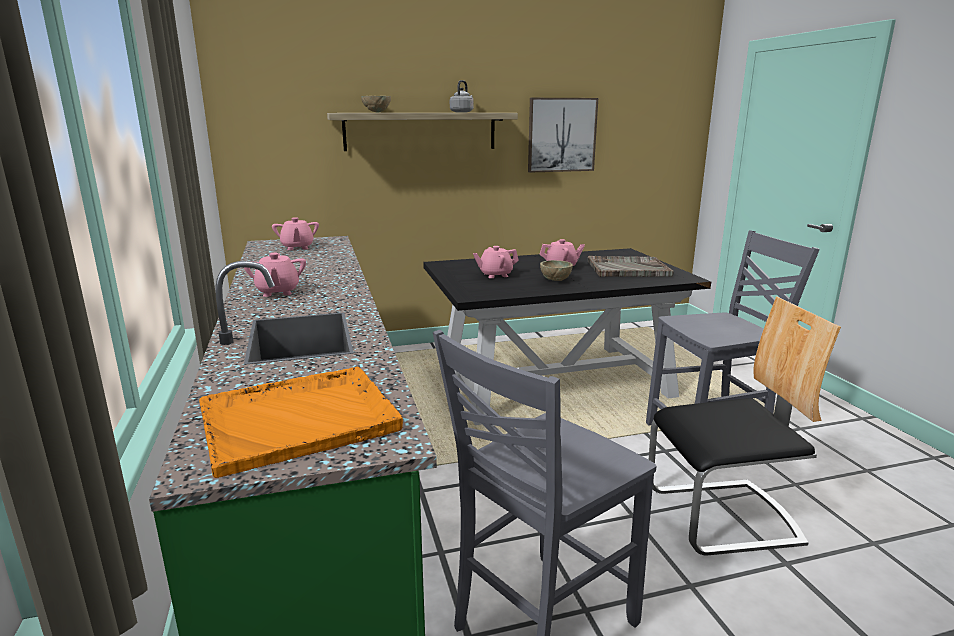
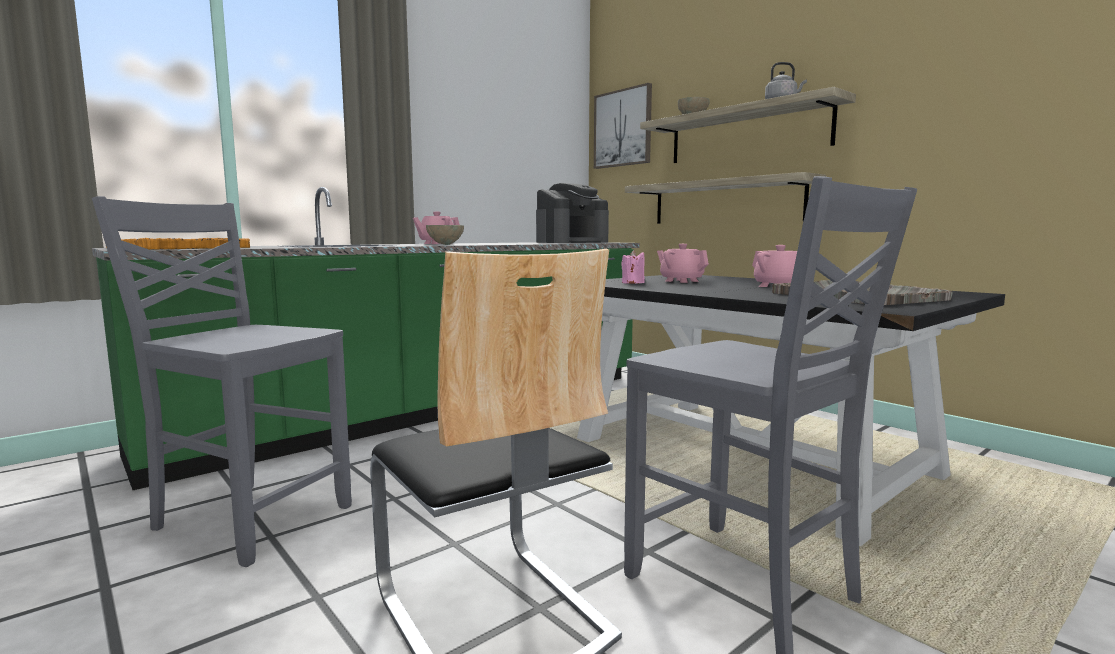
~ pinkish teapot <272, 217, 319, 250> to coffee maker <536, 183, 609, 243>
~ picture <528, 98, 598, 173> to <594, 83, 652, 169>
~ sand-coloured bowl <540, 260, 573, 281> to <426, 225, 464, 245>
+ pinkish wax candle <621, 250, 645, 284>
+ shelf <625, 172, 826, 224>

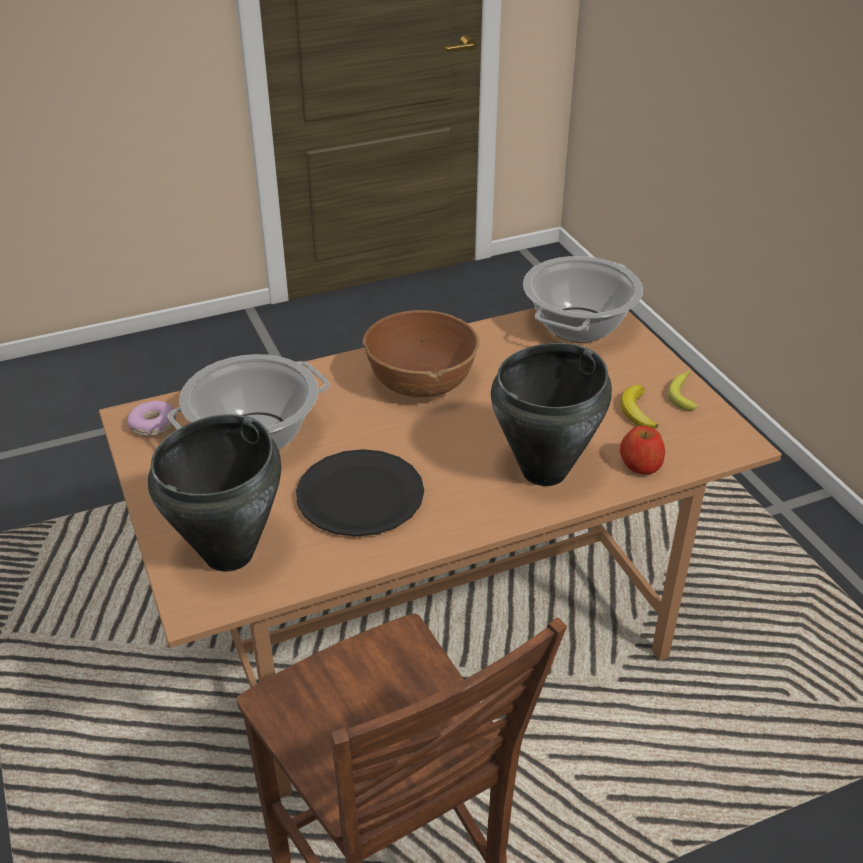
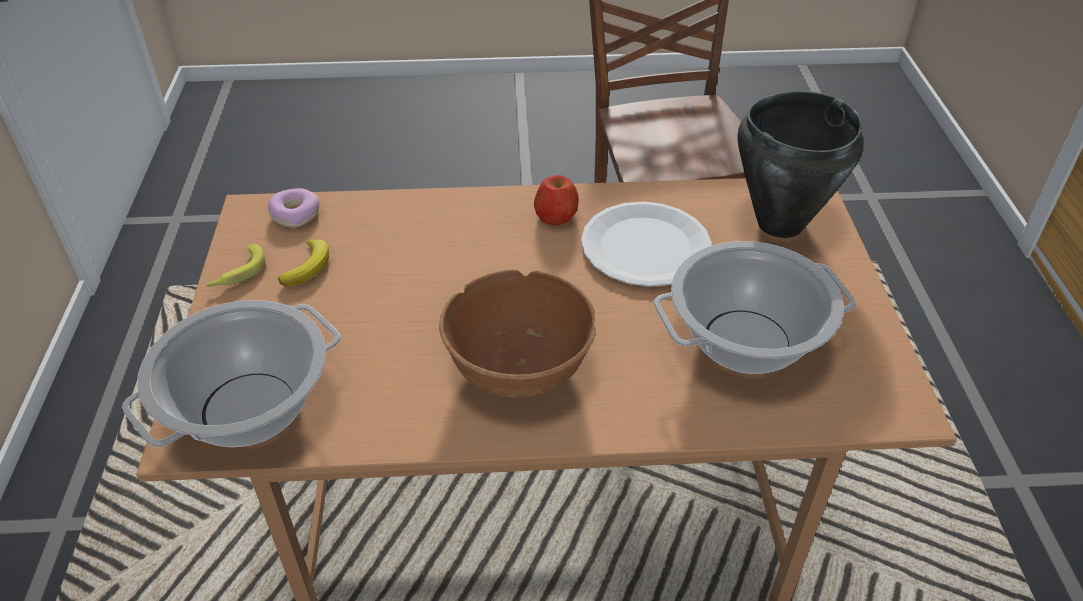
~ donut <127, 401, 176, 437> to <268, 188, 320, 228>
~ black flat dish <296, 449, 424, 536> to whitish flat dish <581, 202, 712, 287>
- black stockpot <491, 343, 612, 486>
~ apple <620, 426, 665, 474> to <534, 175, 579, 225>

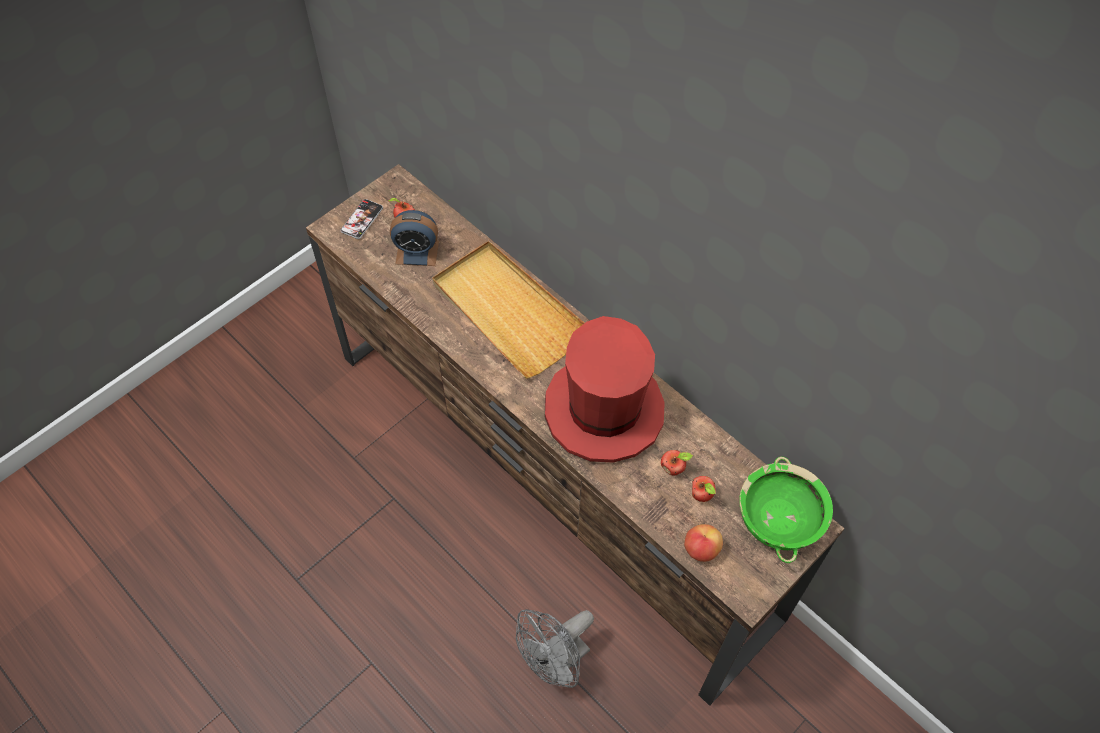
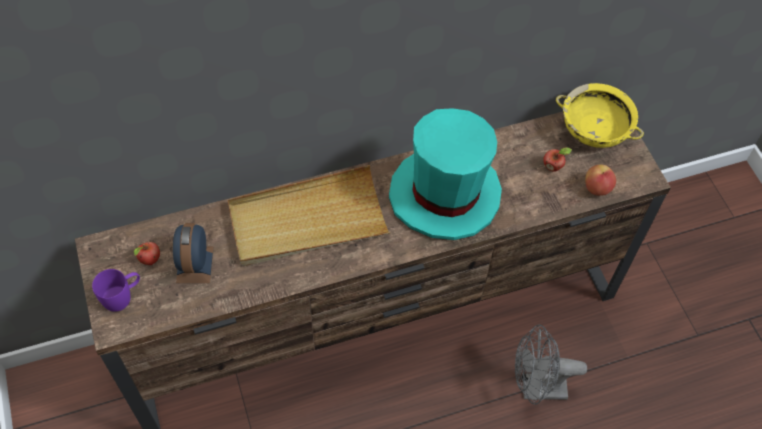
~ telephone <340, 199, 383, 239> to purple-coloured mug <92, 269, 140, 312>
~ table clock <390, 210, 439, 266> = <173, 223, 213, 283> 150 degrees clockwise
~ gray cooling fan <516, 609, 594, 688> = <515, 324, 587, 405> 105 degrees clockwise
~ red-coloured wearable hat <545, 316, 665, 463> to turquoise wearable hat <389, 108, 502, 240>
- apple <661, 450, 693, 476>
~ green bowl <739, 457, 833, 563> to yellow bowl <556, 83, 644, 148>

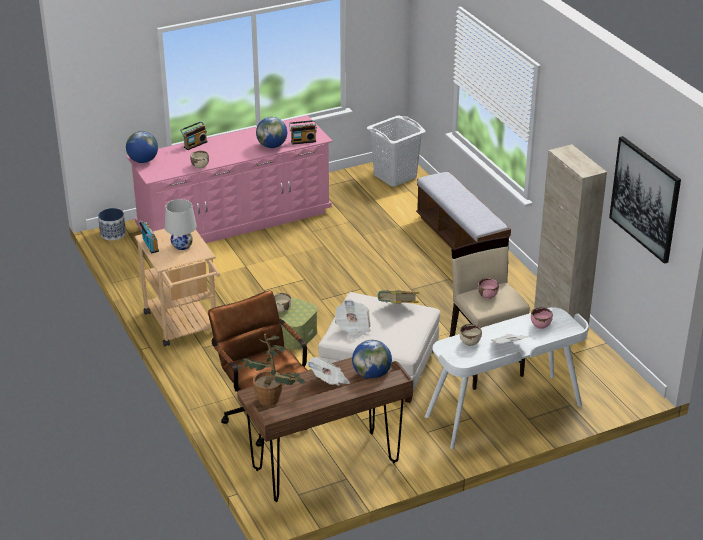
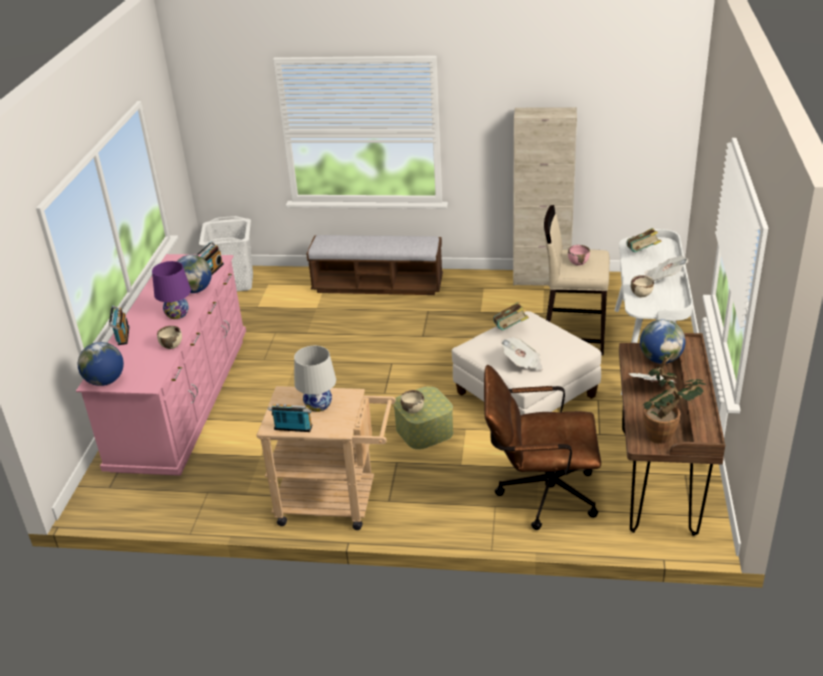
- plant pot <98, 208, 126, 240>
~ pinkish bowl <531, 307, 553, 329> to volume <626, 228, 662, 252>
- picture <609, 136, 681, 264>
+ purple-coloured tabletop lamp <152, 261, 191, 319>

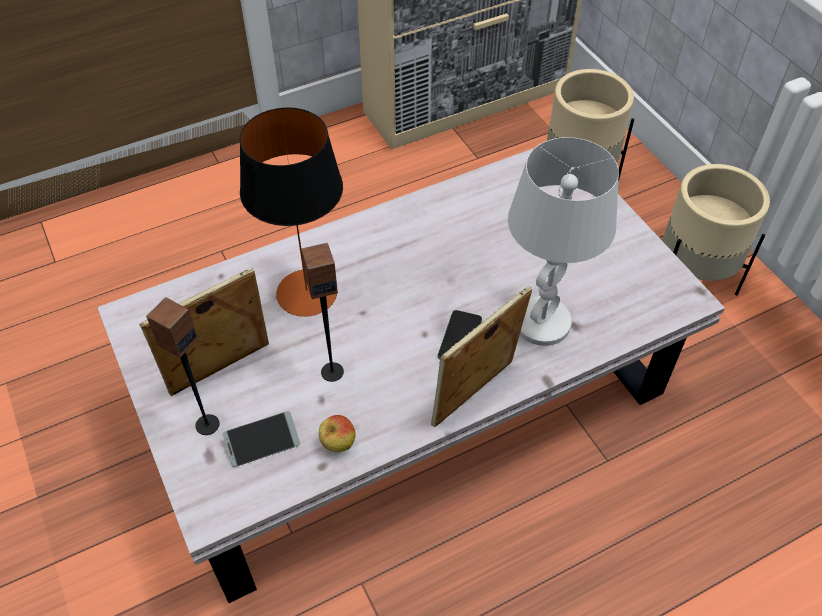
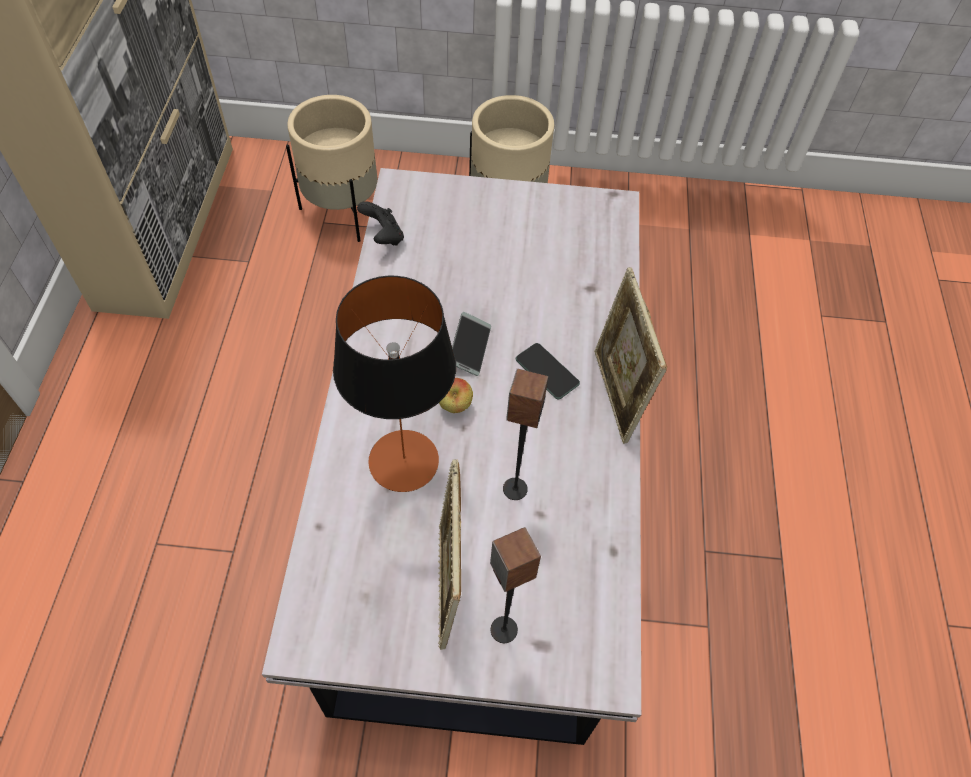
~ telephone <223, 411, 300, 467> to <452, 312, 491, 376>
~ apple <319, 415, 356, 452> to <439, 378, 473, 413>
- whitish tabletop lamp <508, 137, 619, 346>
+ black joypad <357, 201, 404, 246>

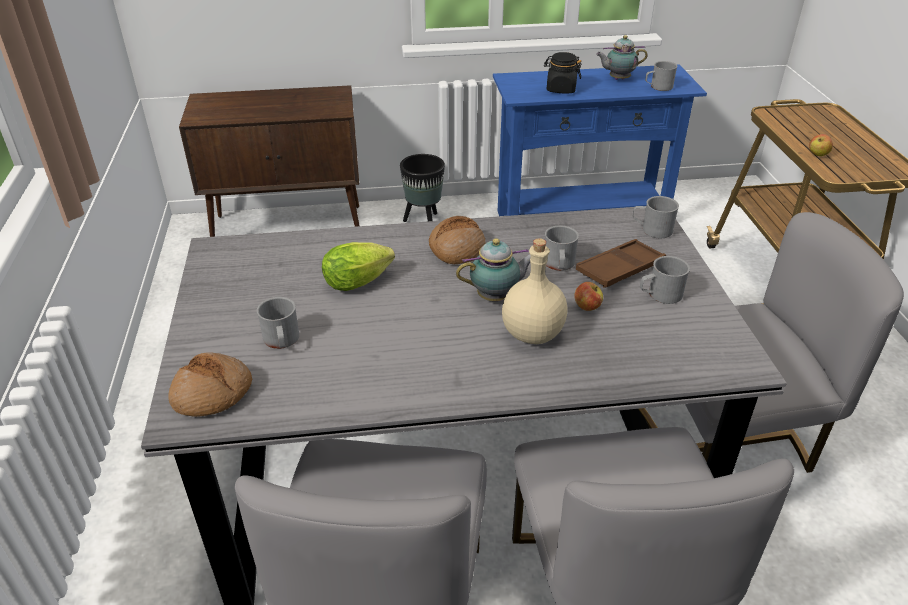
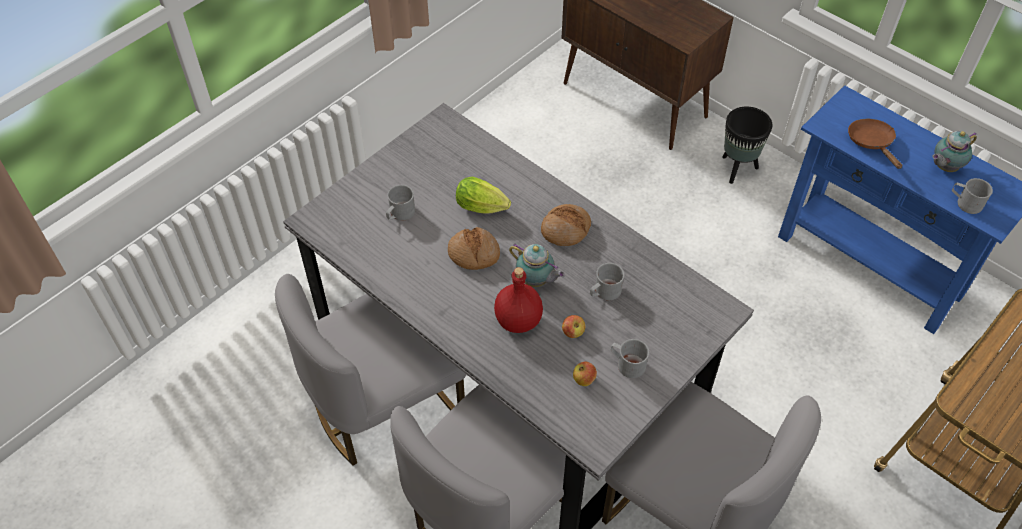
~ bakery bread <168, 352, 252, 417> to <448, 227, 500, 270>
~ sand-coloured bottle <502, 238, 567, 344> to red-coloured bottle <494, 267, 543, 333>
~ black preserve jar <544, 52, 582, 93> to brown-coloured frying pan <848, 119, 902, 169>
- brown-coloured carrying tray <576, 239, 666, 288>
~ teapot <596, 35, 648, 80> = <932, 131, 977, 172> 75 degrees counterclockwise
- gray mug <633, 196, 679, 238>
~ apple <809, 134, 833, 156> to <573, 362, 597, 386>

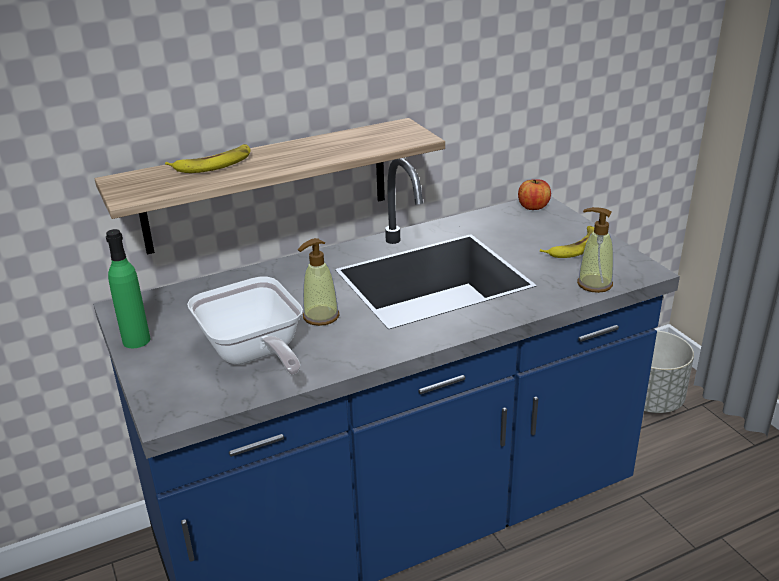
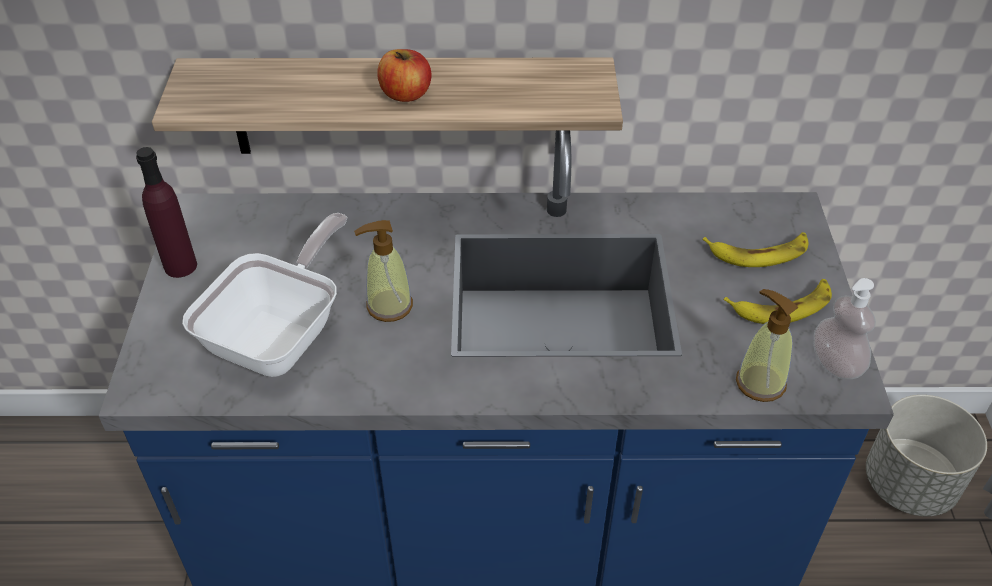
~ green bottle <106, 229, 151, 348> to purple-coloured bottle <136, 147, 197, 278>
~ whole banana <165, 144, 251, 173> to <702, 232, 808, 267>
~ frying pan <187, 277, 303, 375> = <182, 213, 347, 377> 150 degrees counterclockwise
~ apple <518, 179, 551, 210> to <377, 49, 432, 102>
+ liquid soap bottle <814, 278, 876, 379>

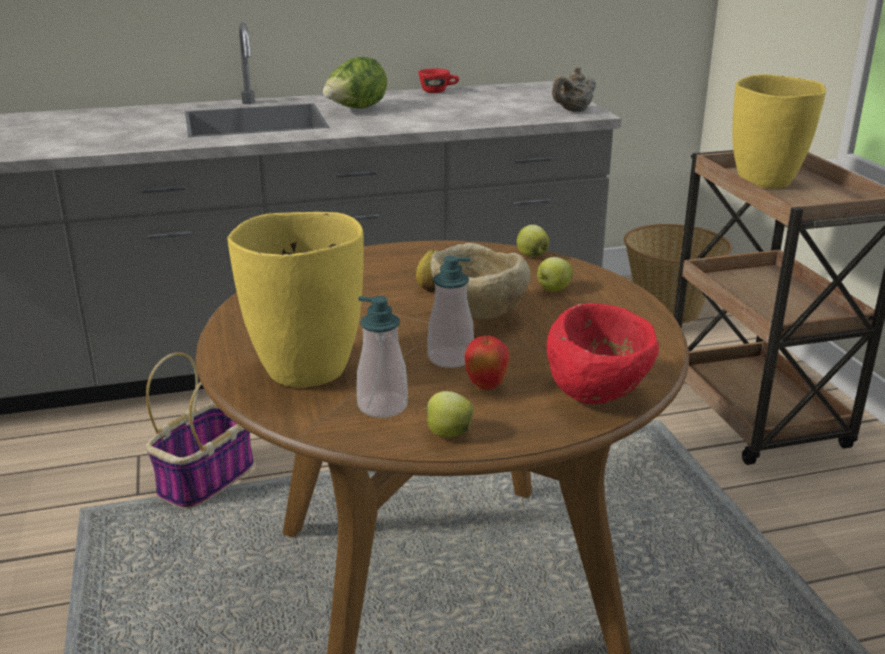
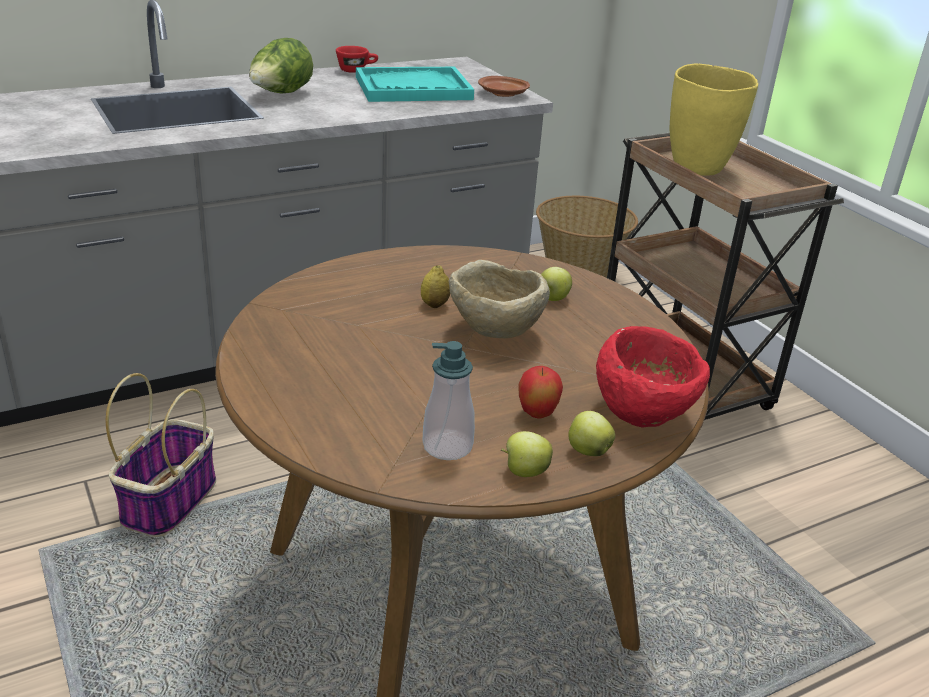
- yellow decorative vase <227, 212, 364, 387>
- liquid soap bottle <427, 256, 474, 368>
~ apple <517, 225, 549, 257> to <568, 411, 615, 456>
~ sand-coloured teapot <552, 67, 596, 112> to brown-coloured flat dish <478, 76, 530, 97>
+ turquoise carrying tray <356, 67, 474, 102>

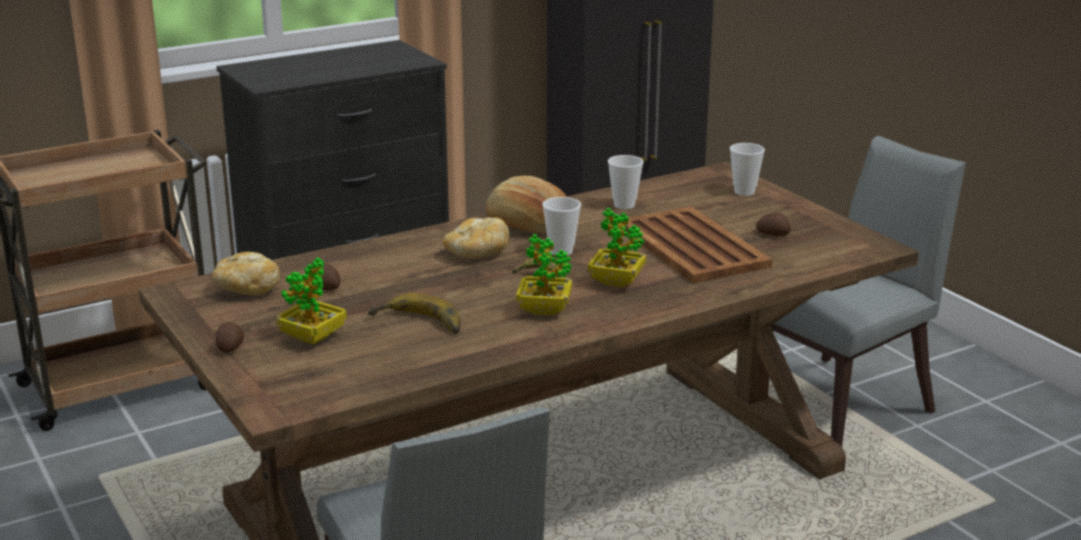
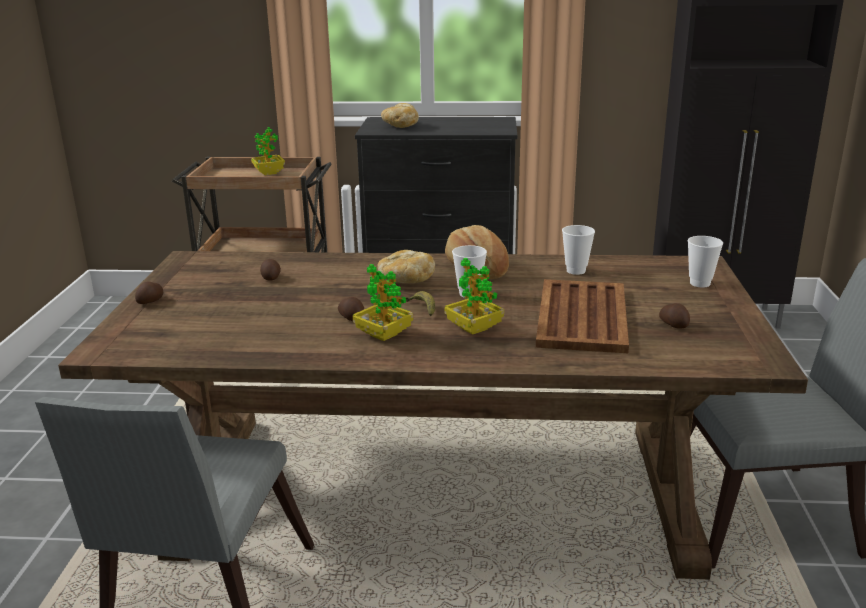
~ bakery bread <212, 252, 280, 295> to <381, 103, 419, 128>
~ potted plant <276, 258, 347, 344> to <251, 127, 285, 175>
- whole banana <368, 293, 461, 334>
+ spud <338, 297, 364, 321>

